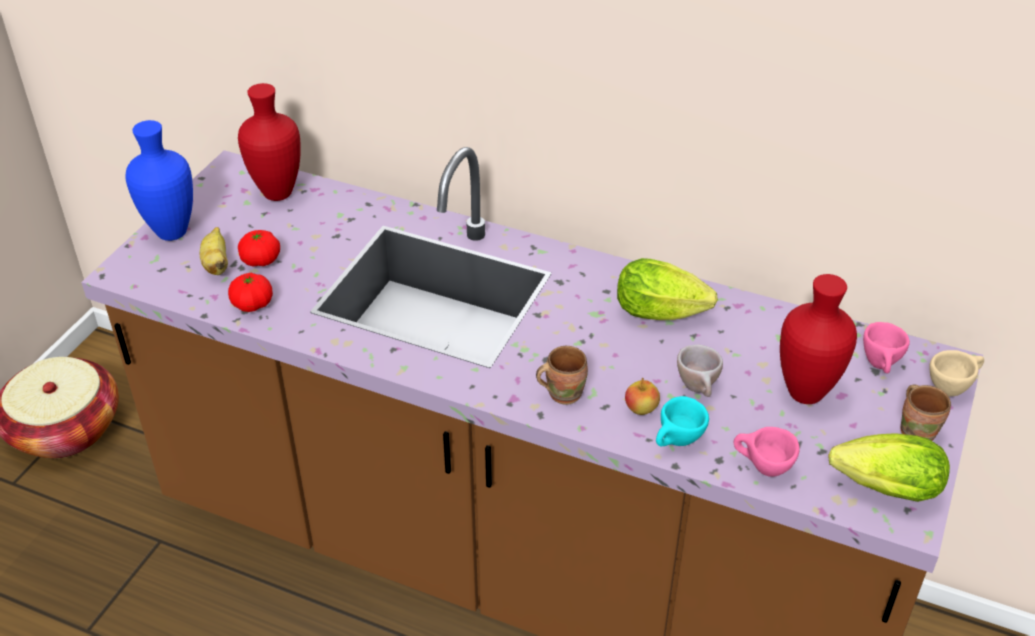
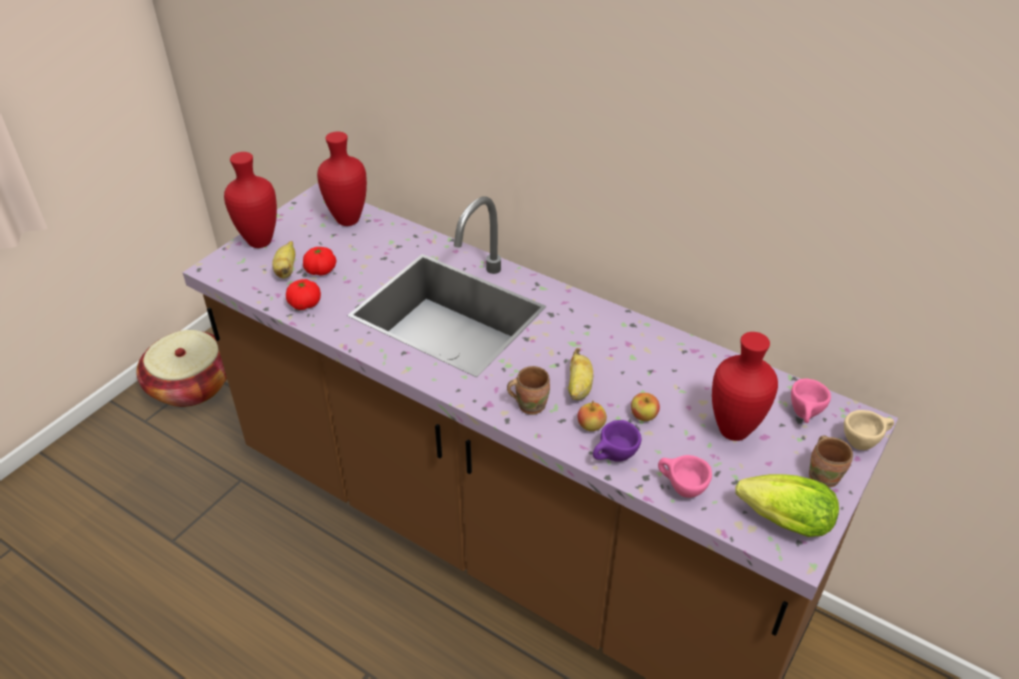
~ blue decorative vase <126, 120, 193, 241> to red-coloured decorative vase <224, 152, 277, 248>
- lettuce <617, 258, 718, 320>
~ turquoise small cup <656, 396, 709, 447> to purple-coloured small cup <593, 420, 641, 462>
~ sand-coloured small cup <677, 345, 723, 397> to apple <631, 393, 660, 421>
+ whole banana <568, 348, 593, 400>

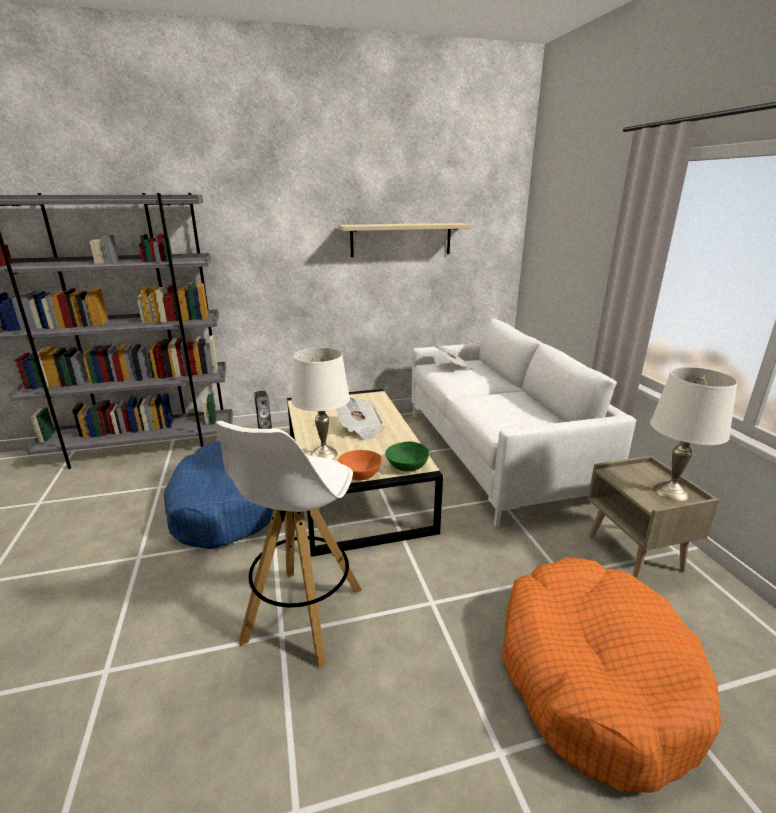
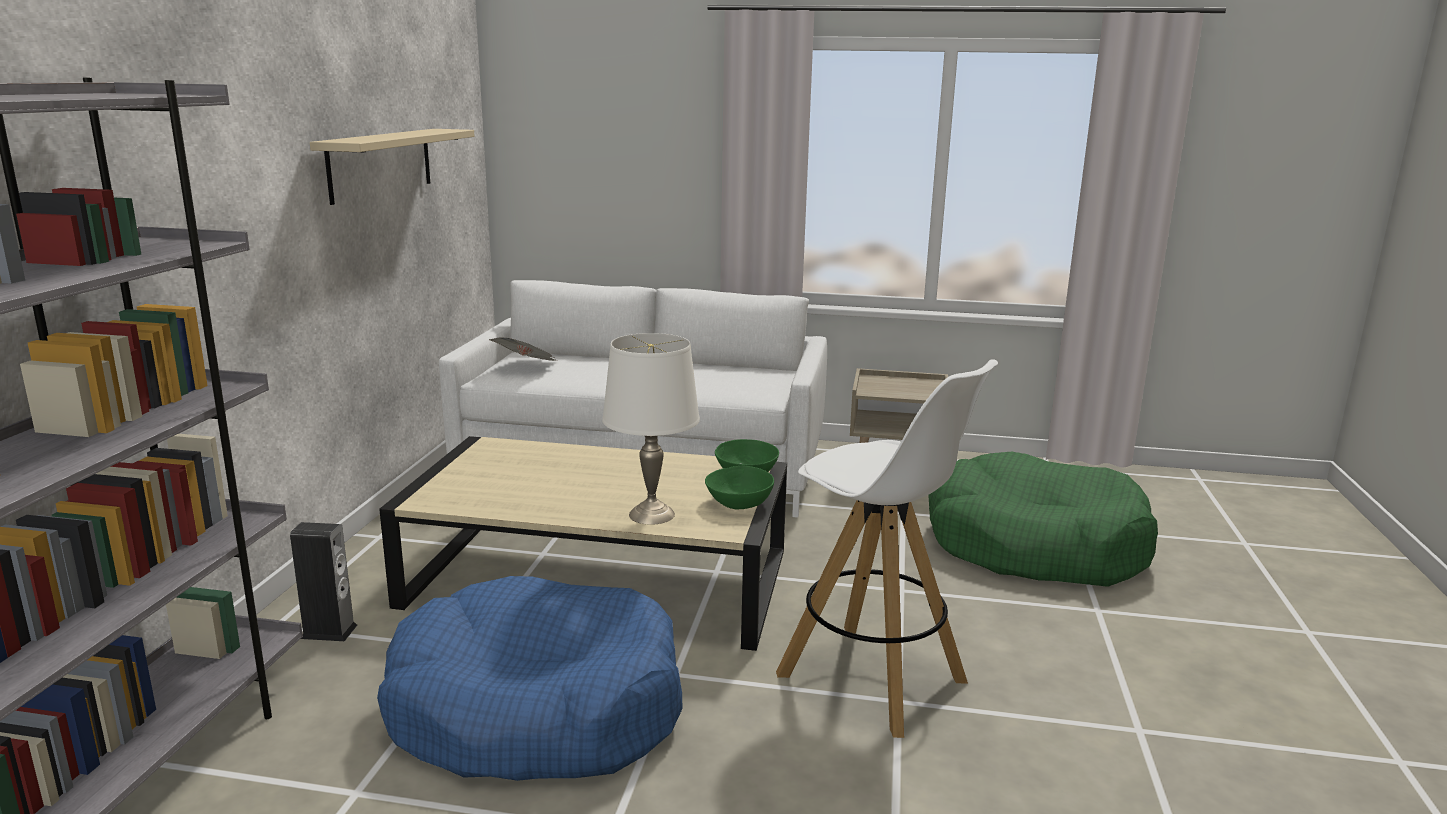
- newspaper <336, 397, 385, 441>
~ orangey bowl <337, 450, 382, 481> to green bowl <705, 465, 774, 509>
~ orangey dog cushion <501, 557, 721, 793> to green dog cushion <928, 452, 1158, 587>
- whitish tabletop lamp <650, 367, 737, 501>

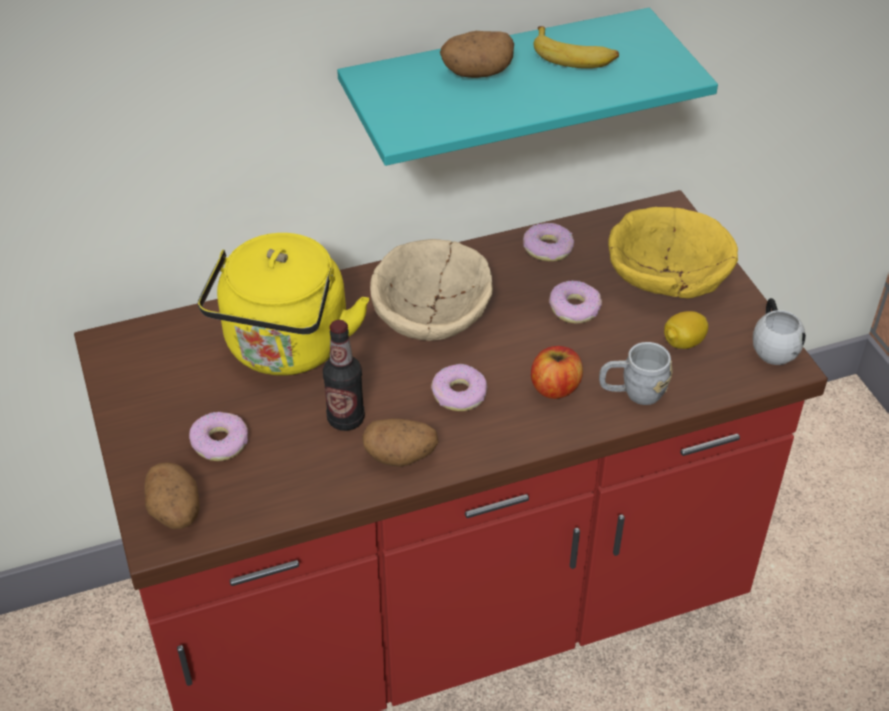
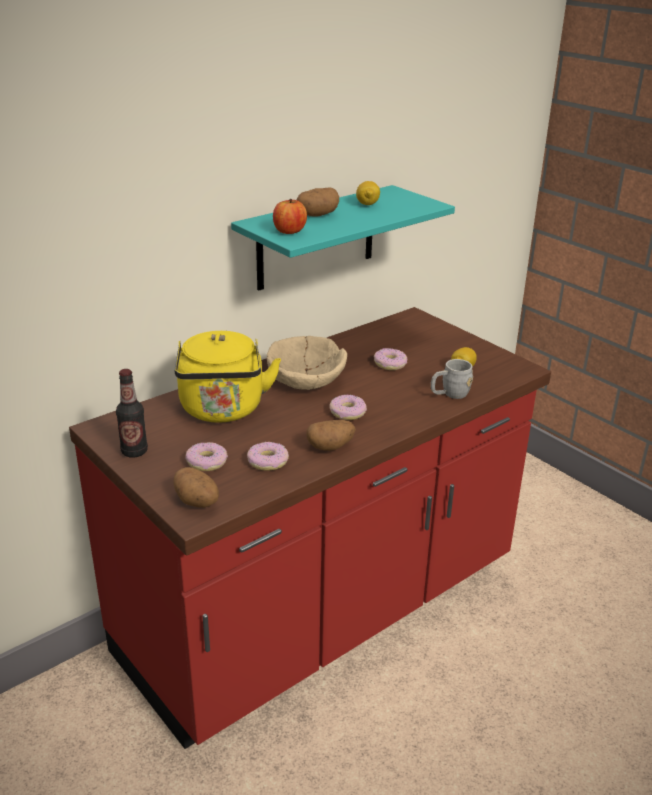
~ bottle <323, 320, 365, 431> to <116, 369, 148, 458>
~ donut <523, 223, 574, 261> to <247, 442, 289, 471>
~ apple <531, 346, 583, 399> to <273, 199, 307, 234>
~ whole banana <533, 26, 619, 68> to citrus fruit <356, 181, 380, 205>
- yellow bowl <608, 207, 738, 298>
- whitish mug <753, 298, 806, 365>

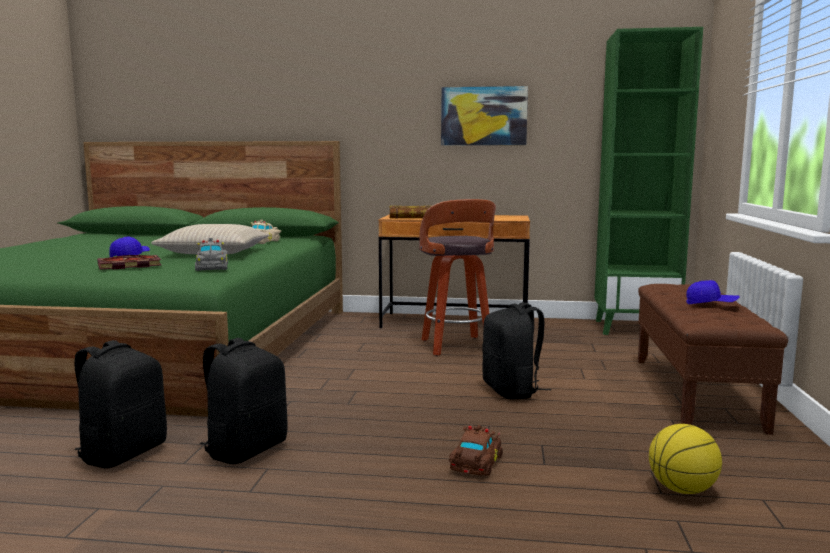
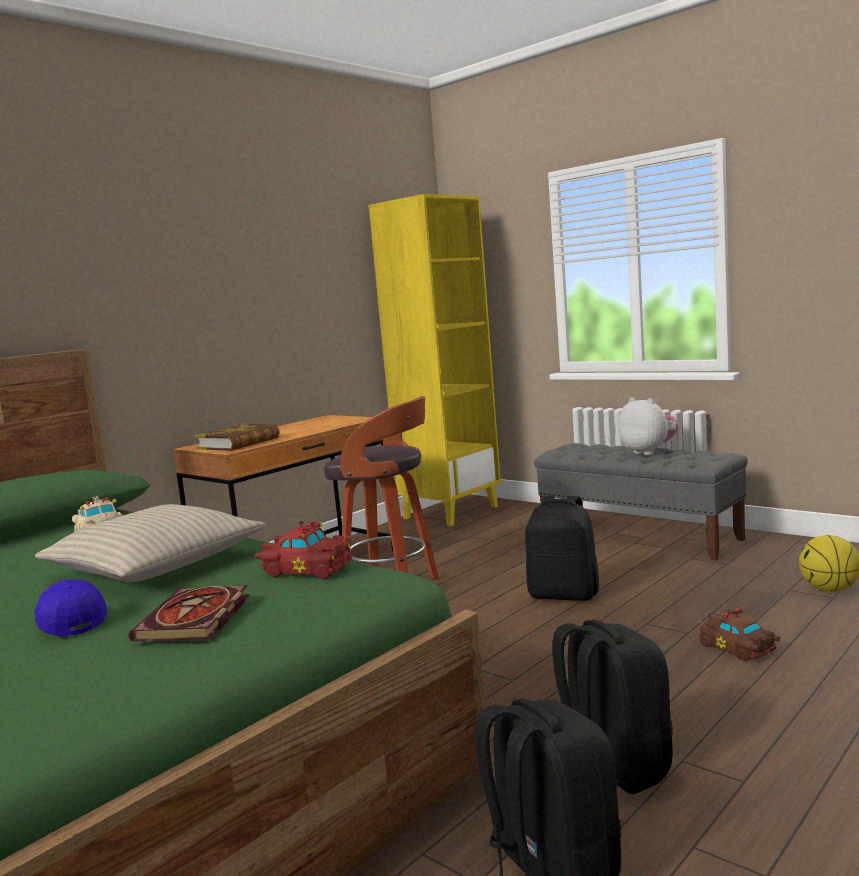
~ gray miniature car <195, 238, 228, 271> to red-coloured miniature car <255, 521, 353, 579>
- picture <441, 86, 528, 145>
~ green bookshelf <594, 27, 703, 335> to yellow bookshelf <368, 194, 501, 526>
~ brown-coloured indoor bench <638, 284, 788, 435> to gray indoor bench <534, 443, 748, 561>
~ blue baseball cap <686, 280, 740, 304> to soft toy <618, 397, 678, 455>

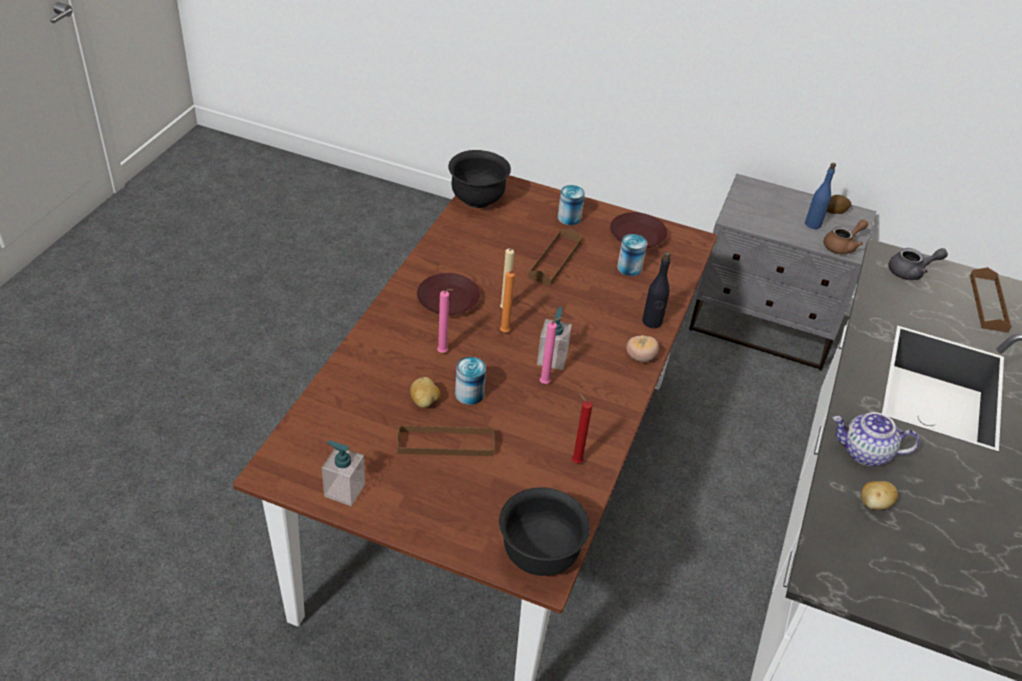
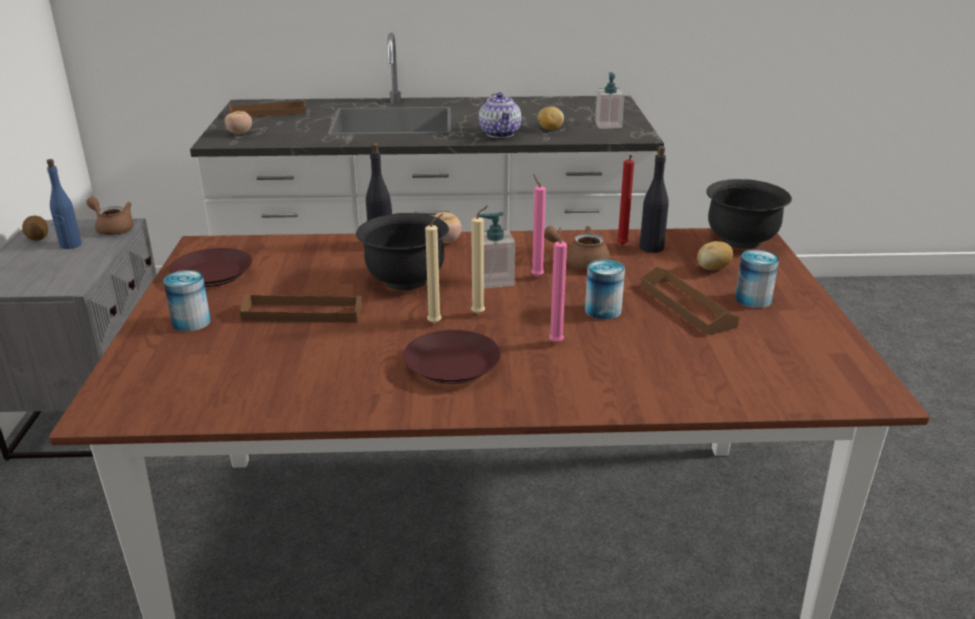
~ liquid soap bottle <322, 441, 365, 506> to <595, 72, 625, 129>
~ spud <410, 377, 440, 408> to <697, 241, 733, 270>
~ black bowl <448, 150, 511, 208> to <356, 213, 449, 291>
~ orangey wax candle <500, 271, 515, 332> to sand-coloured wax candle <471, 206, 488, 314>
~ sealed can <617, 234, 647, 276> to <735, 250, 779, 308>
~ gray teapot <888, 248, 948, 280> to tomato <225, 111, 252, 134>
+ brown-coloured teapot <544, 226, 611, 270>
+ black bottle <640, 146, 669, 253>

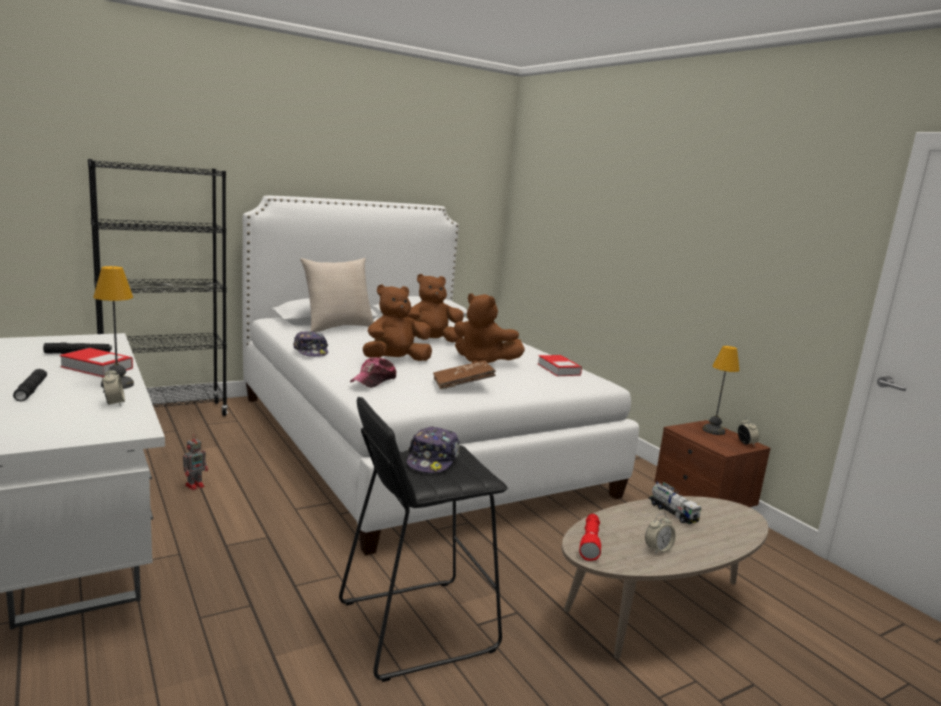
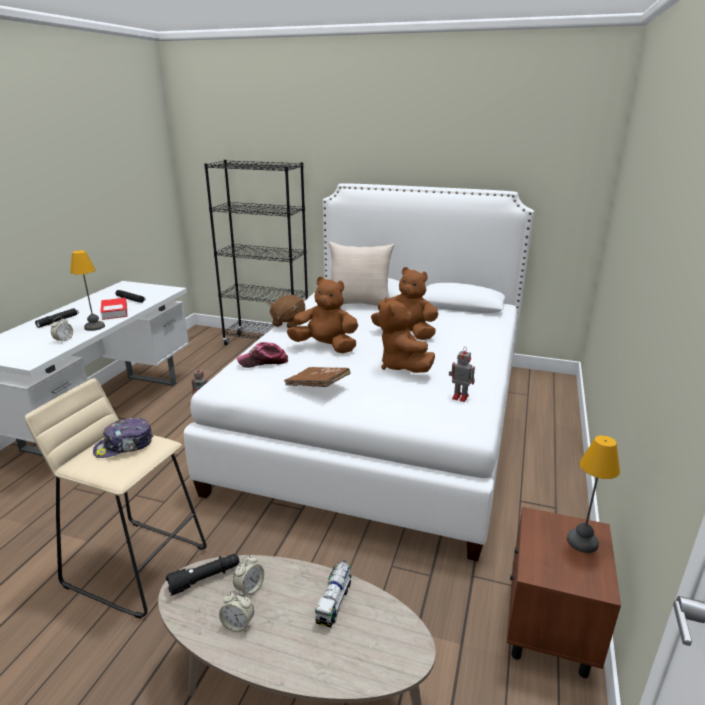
~ baseball cap <293, 331, 328, 357> to brown-coloured soft toy <268, 295, 305, 328>
~ black stool <339, 397, 508, 682> to sand-coloured stool <25, 378, 207, 619>
~ volume <538, 355, 582, 376> to model robot <449, 348, 475, 402>
~ red-coloured flashlight <579, 514, 601, 561> to black flashlight <166, 554, 240, 596>
~ table clock <738, 417, 759, 446> to <233, 555, 264, 597>

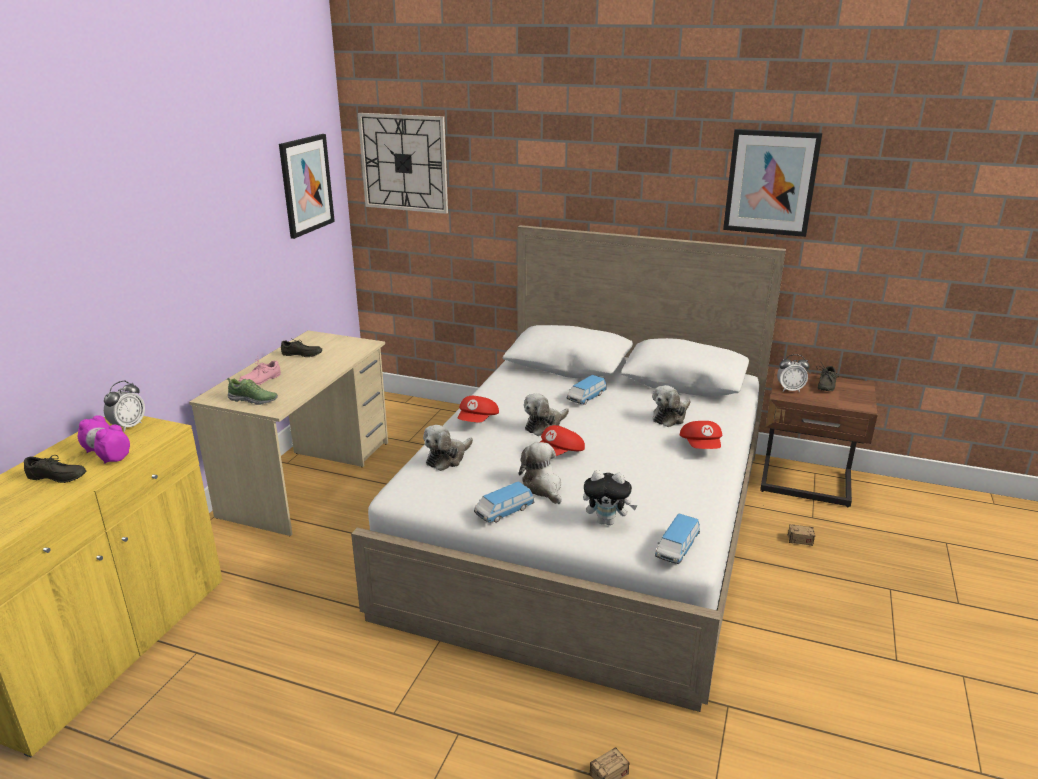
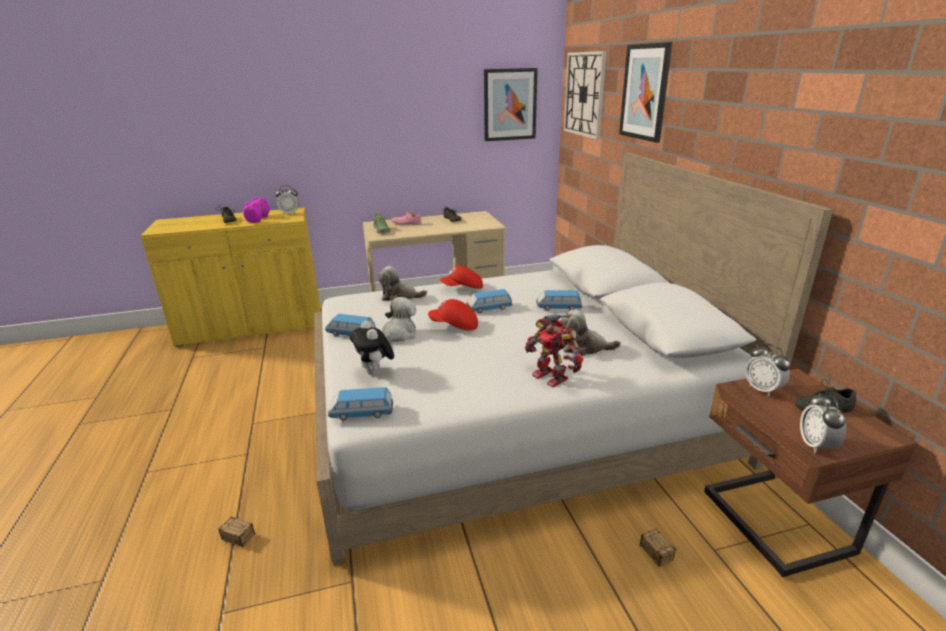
~ soft toy <524, 393, 569, 436> to miniature car <466, 289, 513, 313>
~ red-coloured baseball cap <680, 421, 723, 449> to model robot <525, 314, 583, 387>
~ picture <723, 129, 822, 237> to <619, 42, 672, 143>
+ table clock <800, 393, 846, 454>

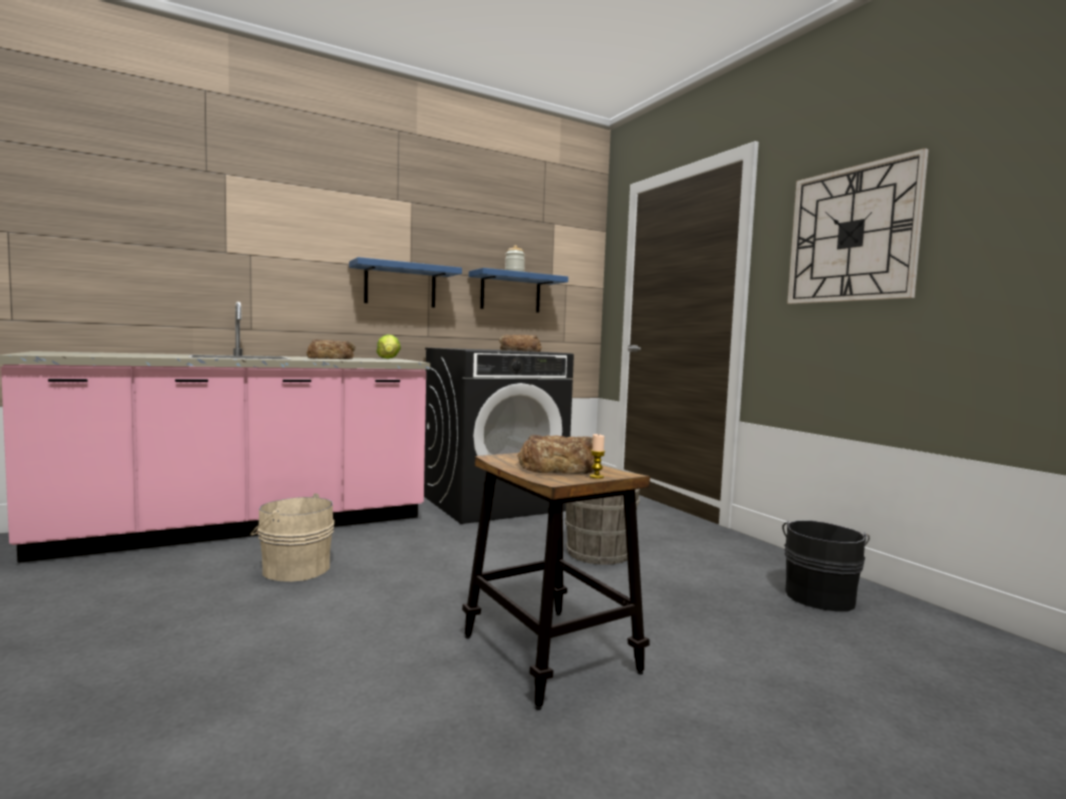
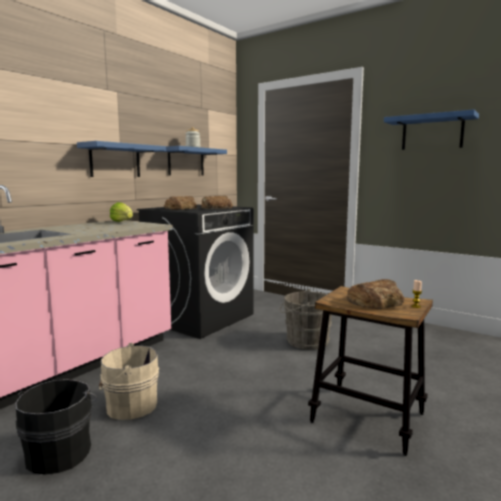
~ bakery bread <306, 340, 356, 359> to <164, 196, 197, 210>
~ black pail <782, 520, 870, 612> to <15, 379, 97, 474>
~ hanging clock <787, 148, 929, 304> to blue shelf <384, 110, 479, 150>

